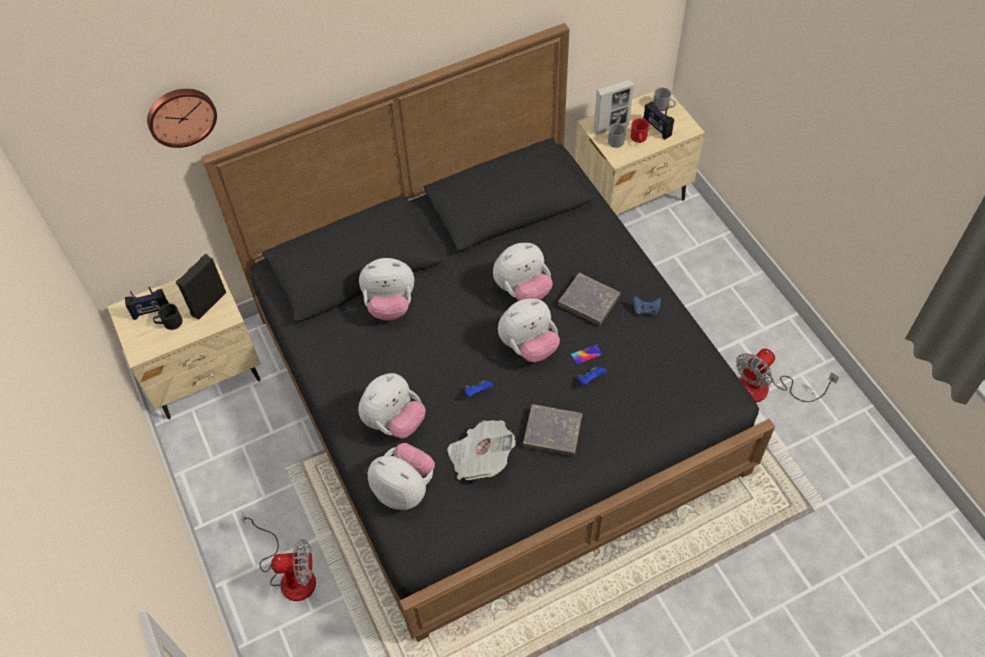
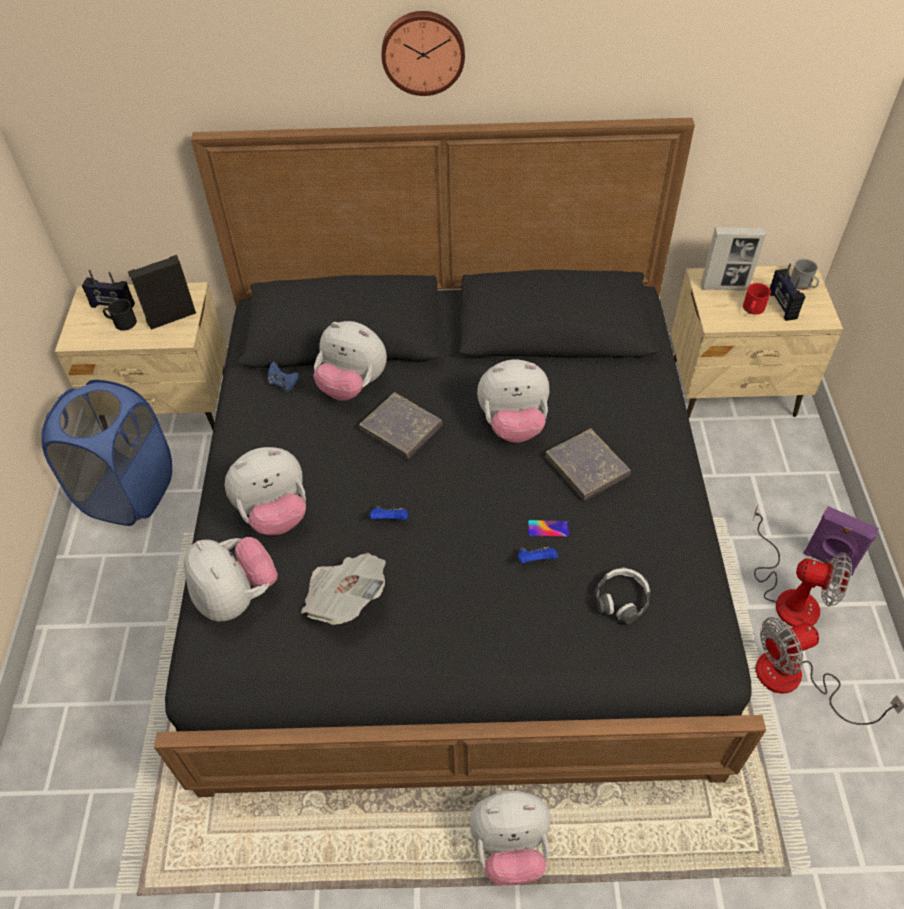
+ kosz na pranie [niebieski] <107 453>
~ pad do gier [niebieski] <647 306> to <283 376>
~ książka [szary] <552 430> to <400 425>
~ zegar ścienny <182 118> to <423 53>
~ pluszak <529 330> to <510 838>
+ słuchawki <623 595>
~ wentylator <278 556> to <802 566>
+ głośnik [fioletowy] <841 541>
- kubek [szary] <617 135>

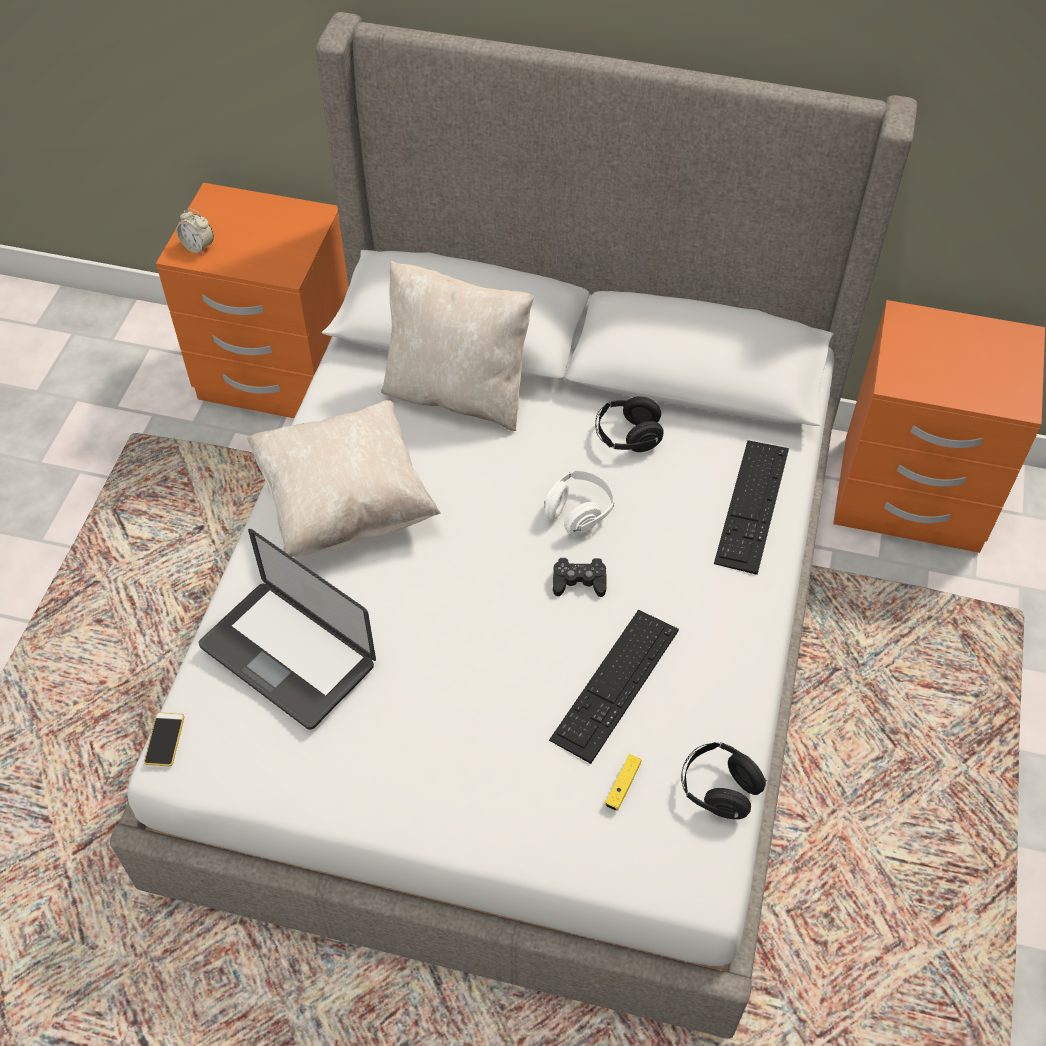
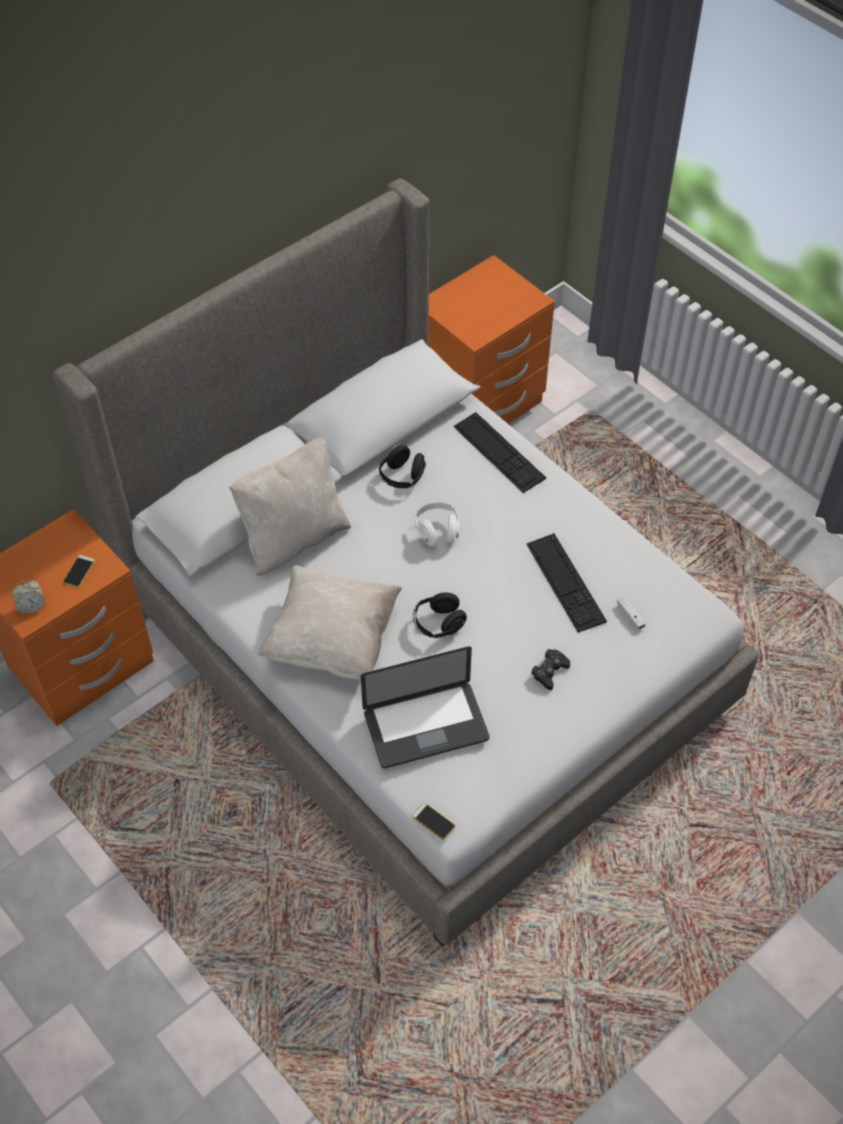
+ telefon <79 571>
~ słuchawki [czarny] <724 780> to <440 615>
~ pad do gier [czarny] <580 577> to <550 669>
~ pad do gier [żółty] <623 782> to pad do gier [biały] <631 613>

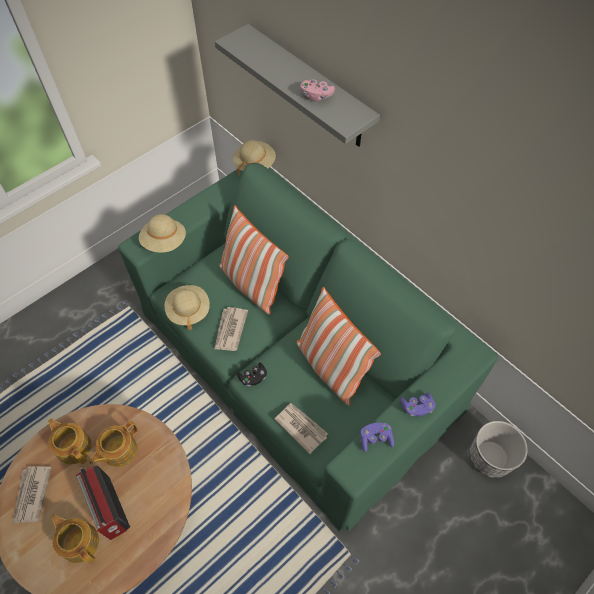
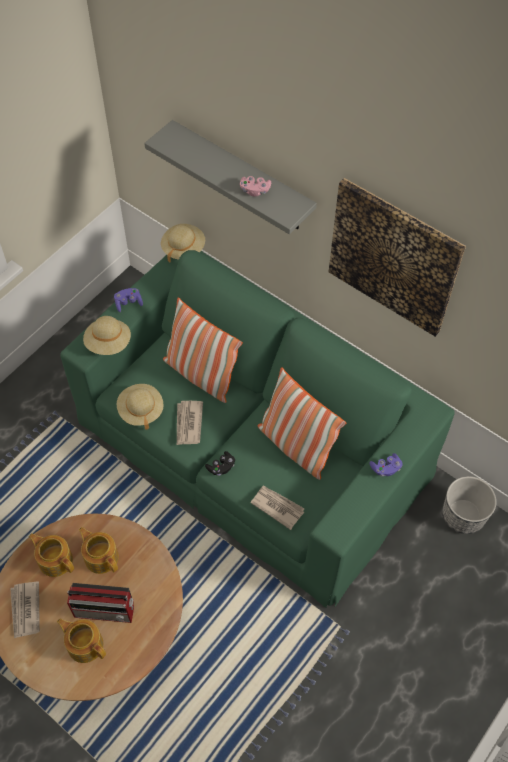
~ radio <103 502> = <100 603> 45 degrees counterclockwise
~ imbryk <113 444> = <99 550> 105 degrees clockwise
~ pad do gier [fioletowy] <377 437> to <128 300>
+ obraz <397 257>

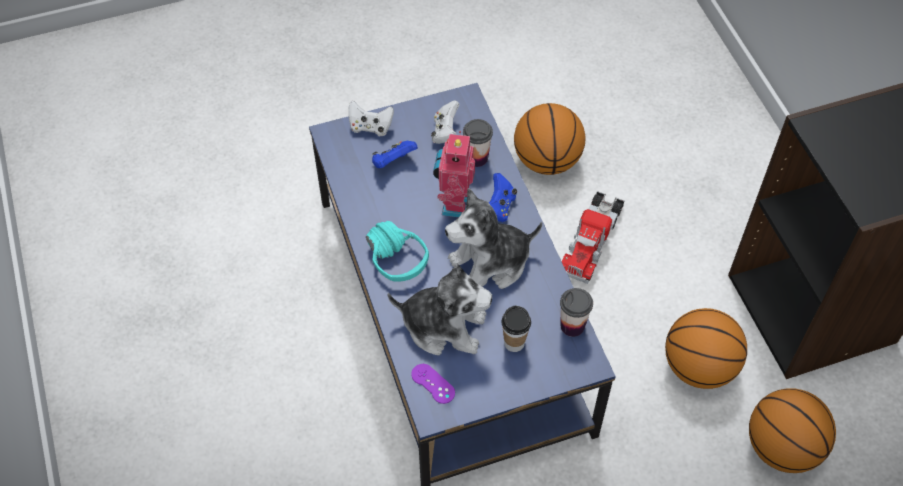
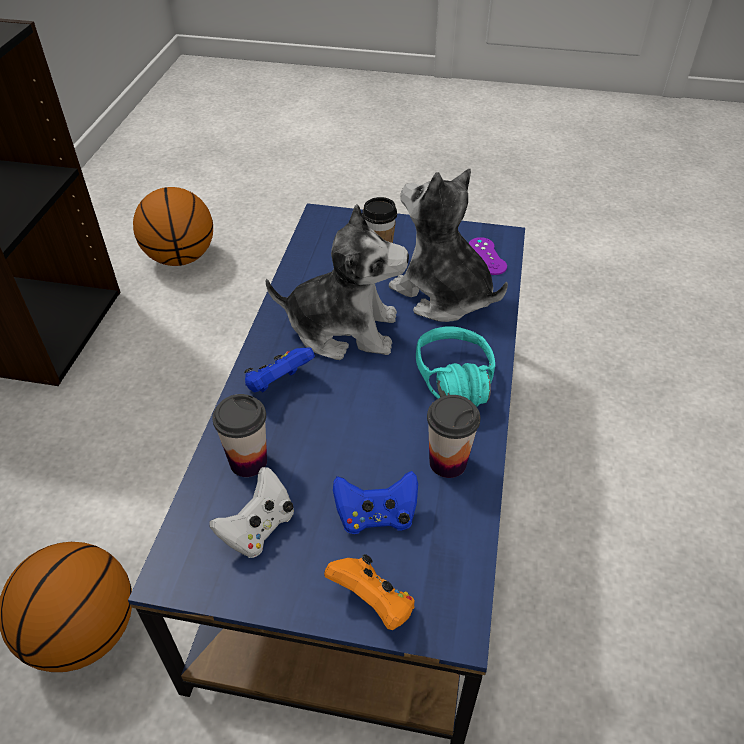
~ pad do gier [biały] <371 118> to pad do gier [pomarańczowy] <369 592>
~ filiżanka <576 312> to <453 436>
- robot zabawkowy <454 174>
- ciężarówka zabawkowa <593 237>
- piłka do koszykówki <706 348>

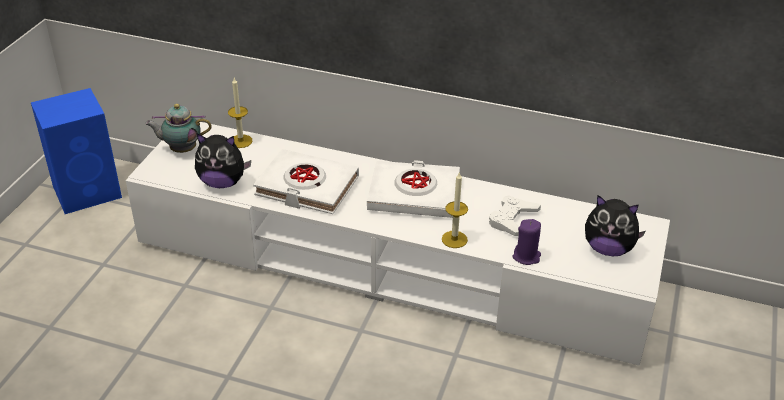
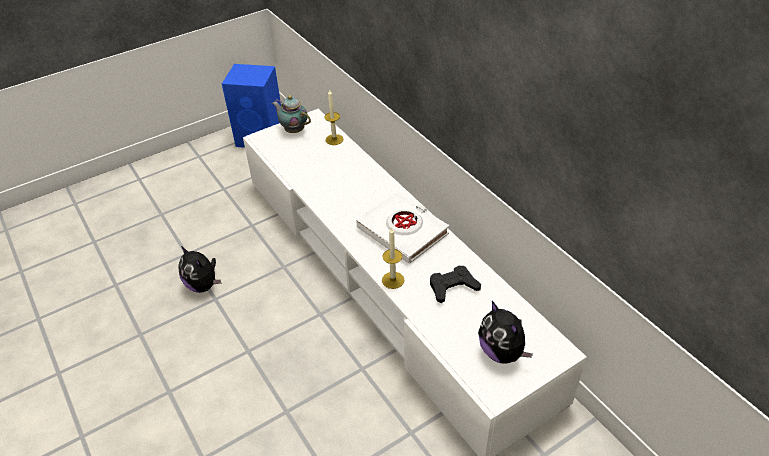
~ pluszak <223 160> to <200 269>
~ pad do gier [biały] <515 215> to pad do gier [czarny] <455 284>
- książka [biały] <306 181>
- świeca [fioletowy] <526 242>

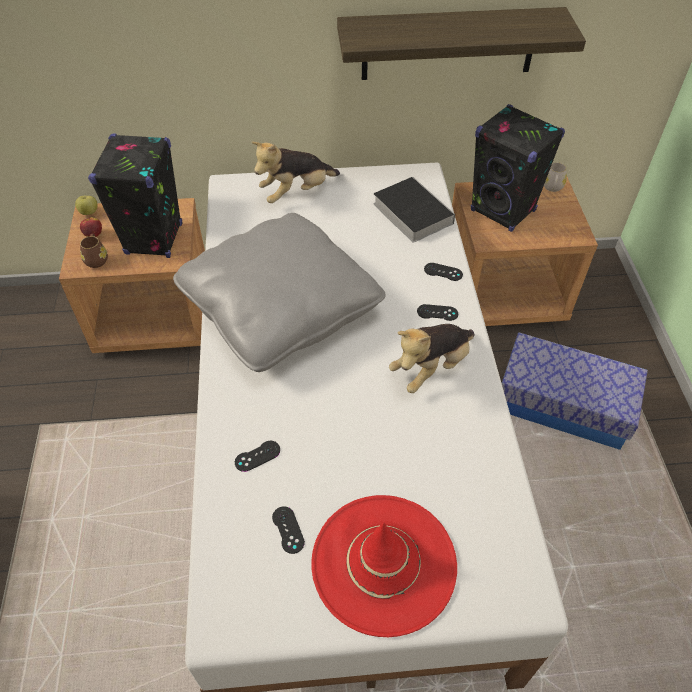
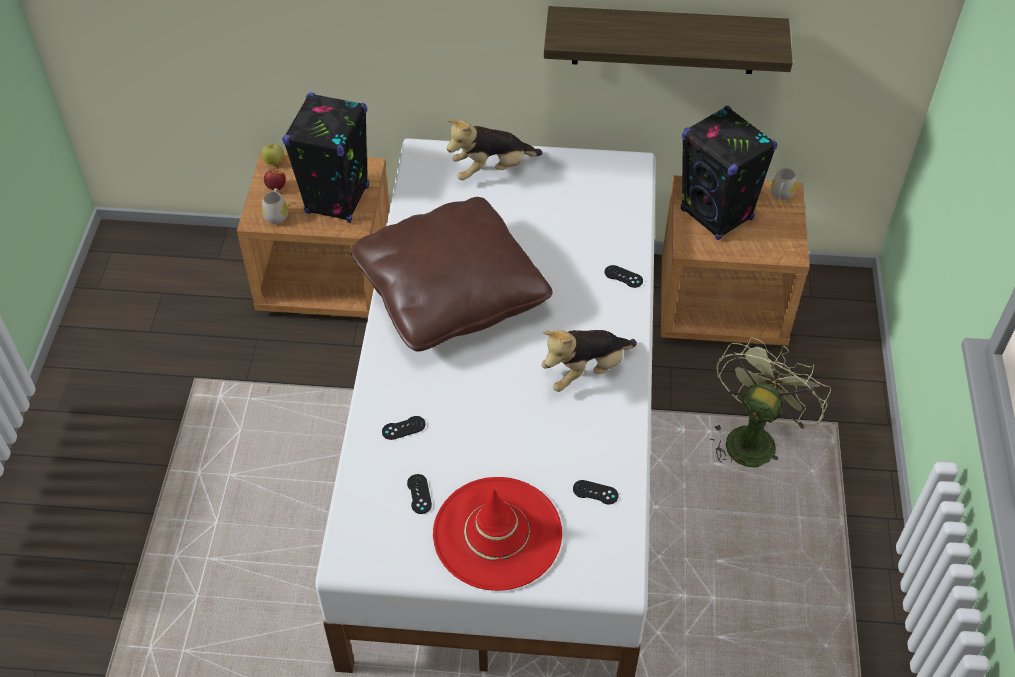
~ kubek [brązowy] <94 251> to kubek [biały] <275 206>
~ poduszka [szary] <279 292> to poduszka [brązowy] <451 274>
~ pad do gier [czarny] <437 312> to <596 492>
~ pojemnik do przechowywania <575 391> to wentylator [zielony] <770 402>
- książka <414 210>

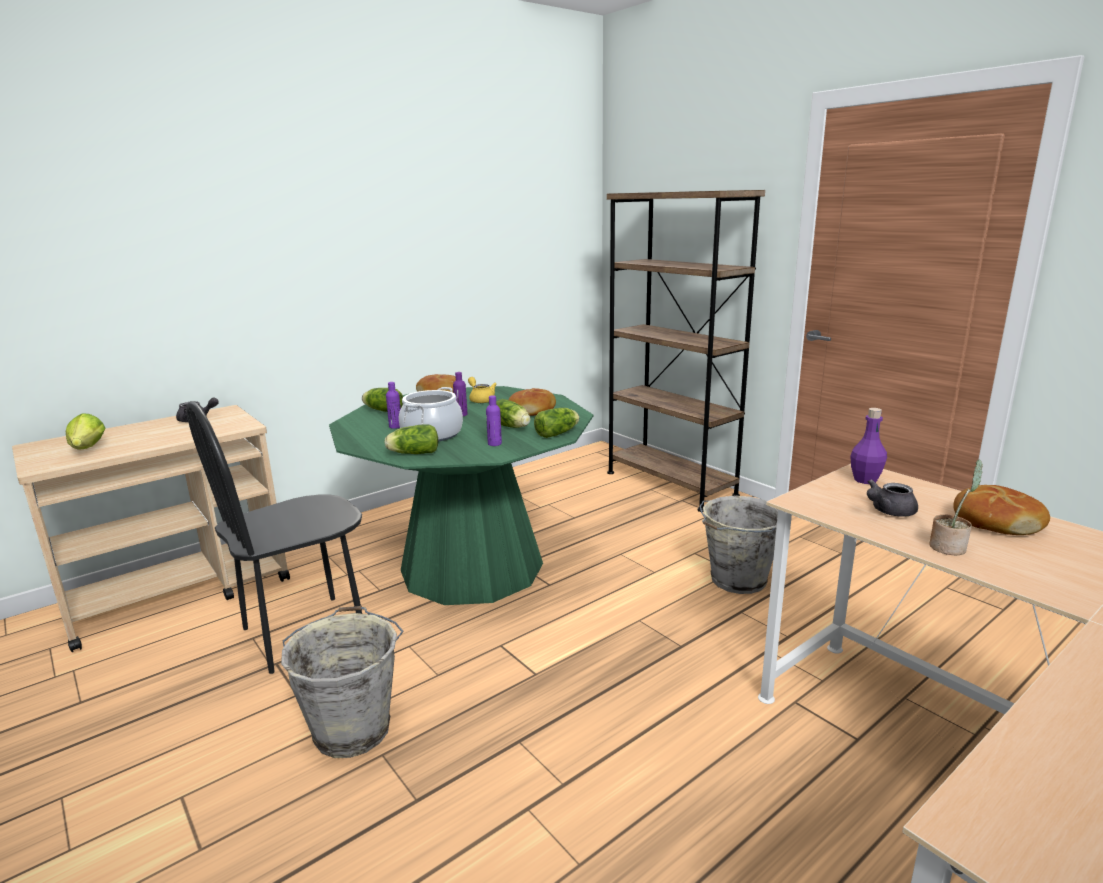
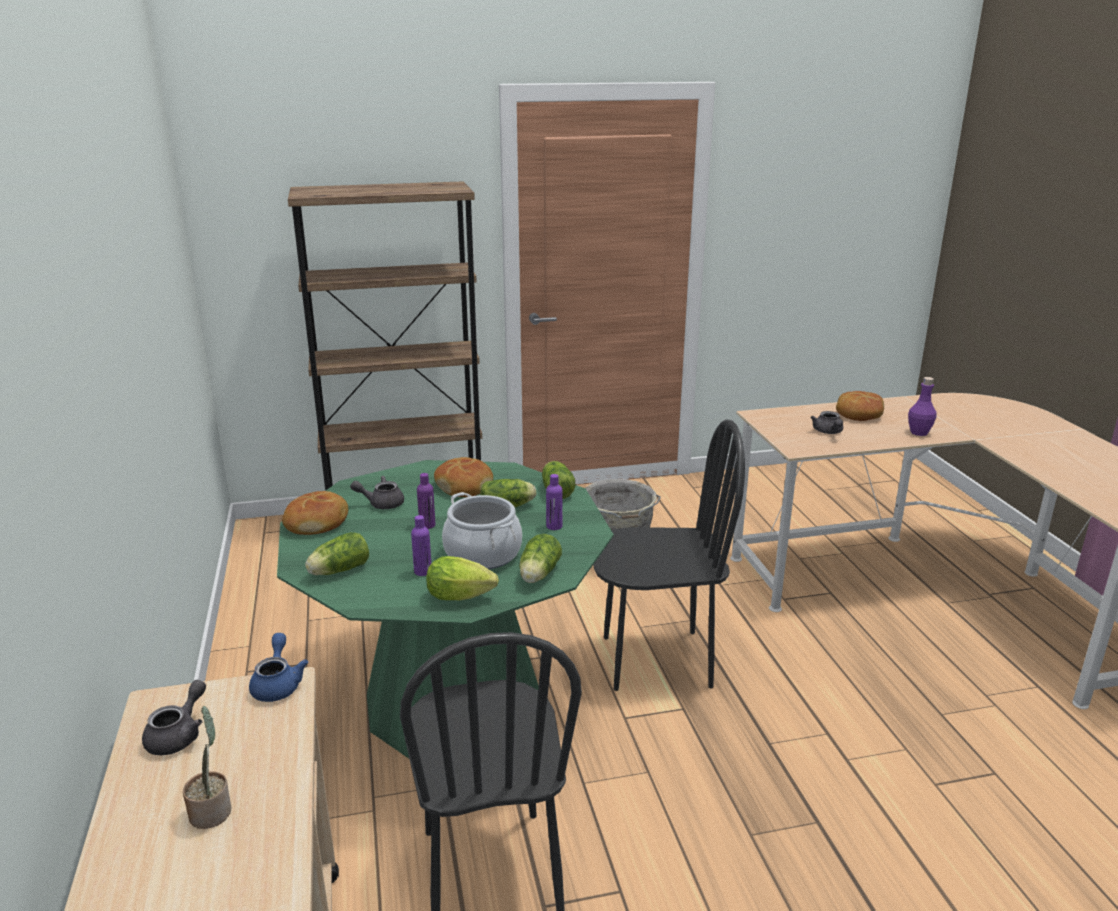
~ roślina doniczkowa <956 507> to <207 767>
+ imbryk [niebieski] <278 667>
~ imbryk [żółty] <482 390> to imbryk [szary] <377 492>
~ sałata <85 431> to <462 578>
+ krzesło [czarny] <669 555>
~ butelka [fioletowy] <868 446> to <922 406>
- wiadro [szary] <342 682>

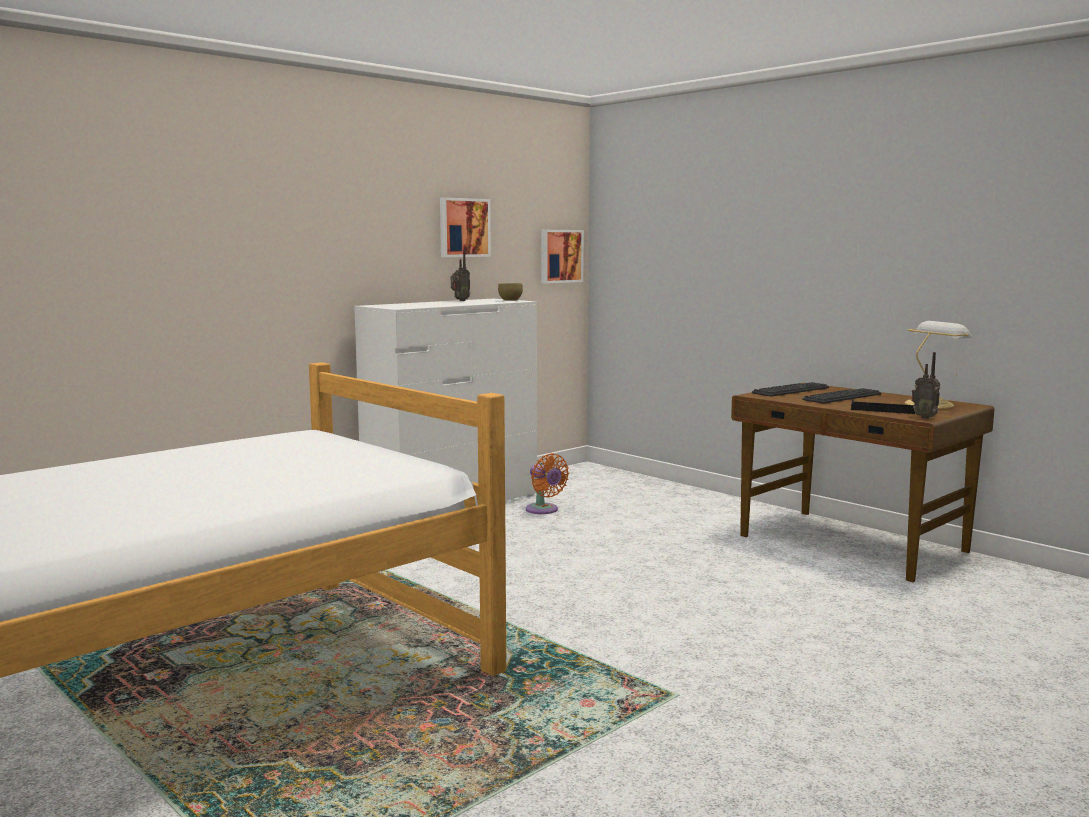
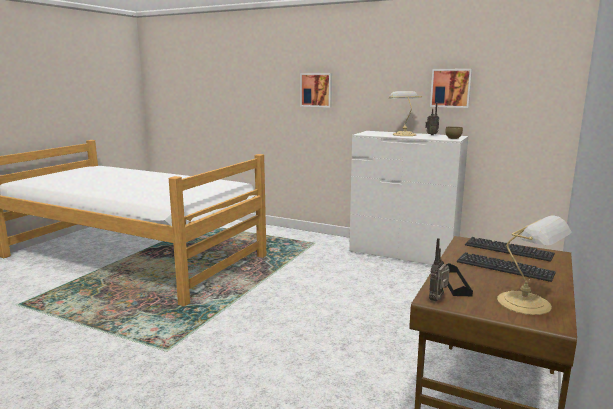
~ obraz <562 257> to <316 90>
+ lampa stołowa <405 113>
- wentylator [pomarańczowy] <547 483>

